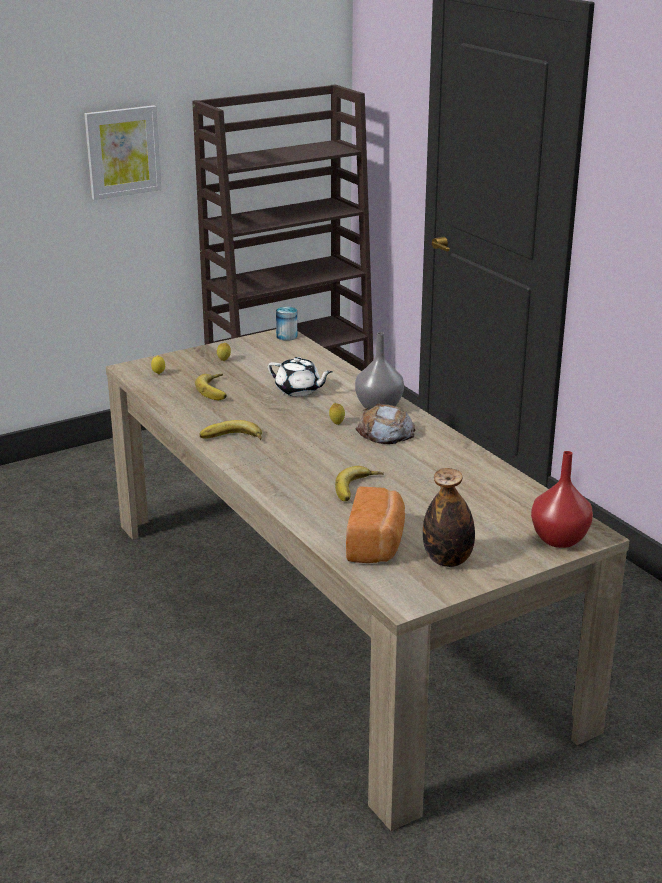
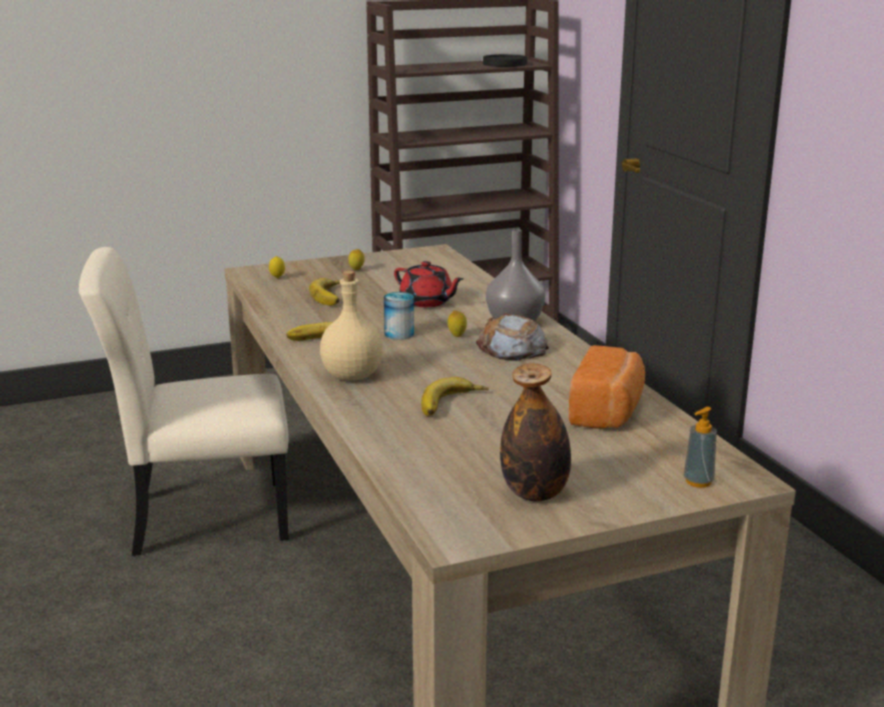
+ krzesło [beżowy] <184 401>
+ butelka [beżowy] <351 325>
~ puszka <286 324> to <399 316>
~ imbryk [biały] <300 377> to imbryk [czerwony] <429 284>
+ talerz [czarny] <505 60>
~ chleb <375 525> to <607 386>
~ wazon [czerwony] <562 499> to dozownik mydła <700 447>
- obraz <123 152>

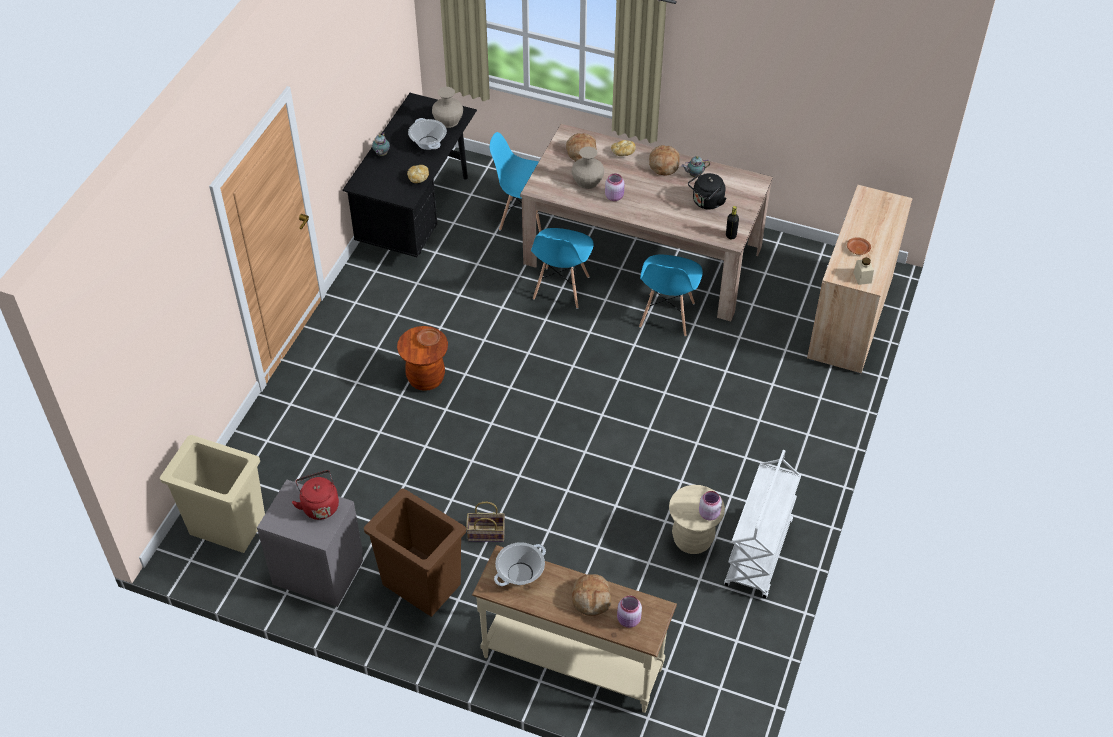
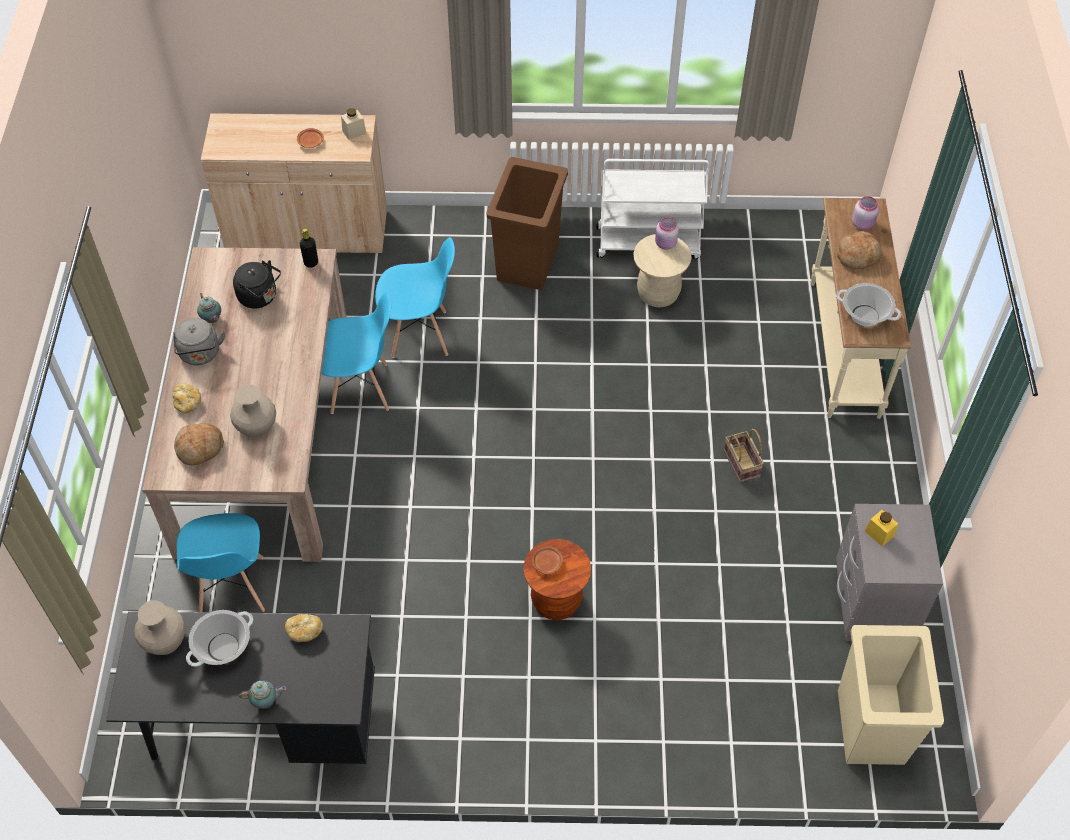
~ chleb <664 160> to czajnik [szary] <199 341>
~ krzesło [niebieski] <562 268> to <415 297>
~ kosz na śmieci [brązowy] <415 553> to <527 223>
~ czajnik [czerwony] <315 495> to słoik [żółty] <881 528>
- słoik [różowy] <614 187>

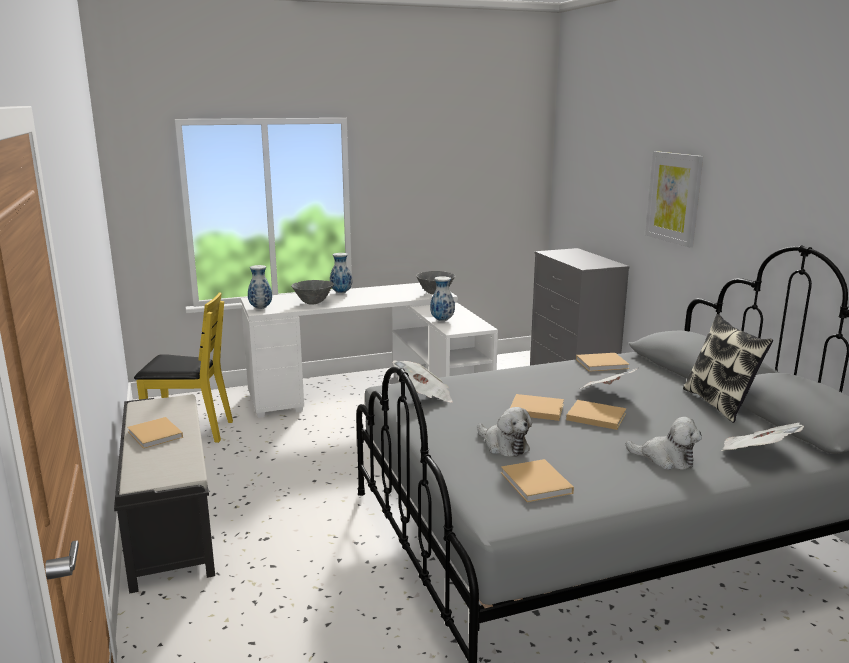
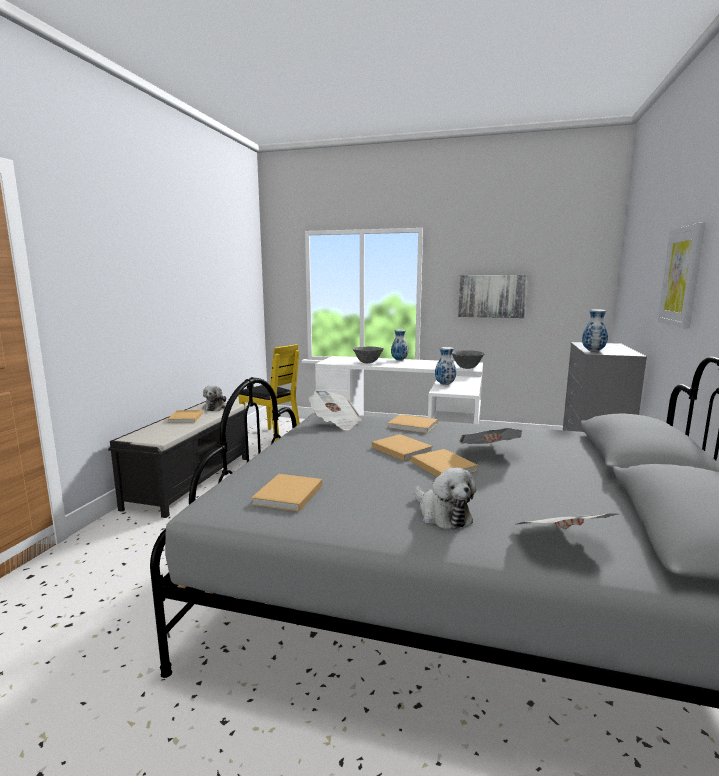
~ pluszak <504 432> to <214 398>
~ książka [beżowy] <603 362> to <413 424>
+ obraz <493 296>
~ wazon <260 287> to <595 330>
- poduszka <728 368>

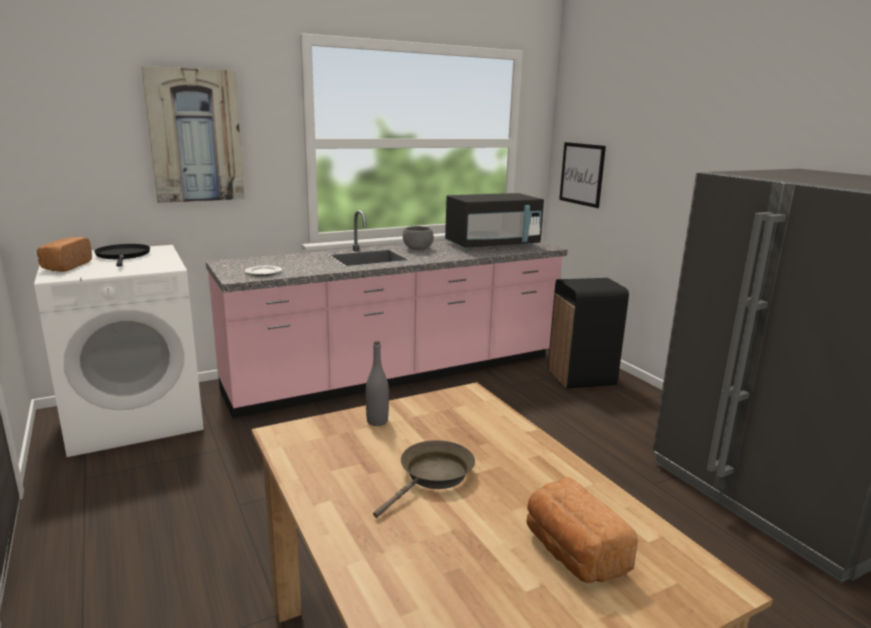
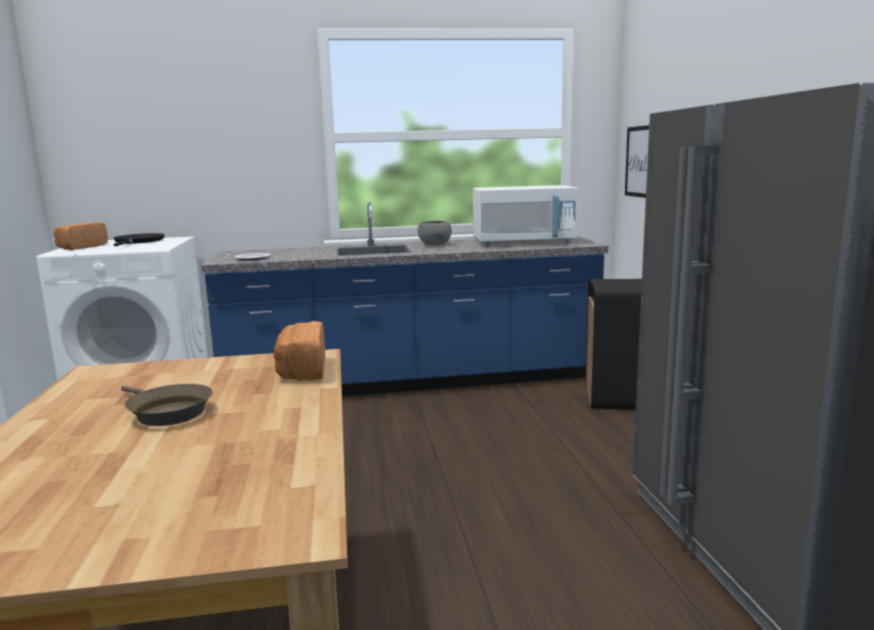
~ patelnia [brązowy] <424 479> = <167 405> 75 degrees clockwise
~ zabudowa kuchenna [różowy] <386 314> to zabudowa kuchenna [niebieski] <404 299>
~ chleb <582 530> to <299 351>
~ mikrofalówka [czarny] <494 221> to mikrofalówka [biały] <525 215>
- obraz <193 134>
- butelka [szary] <377 383>

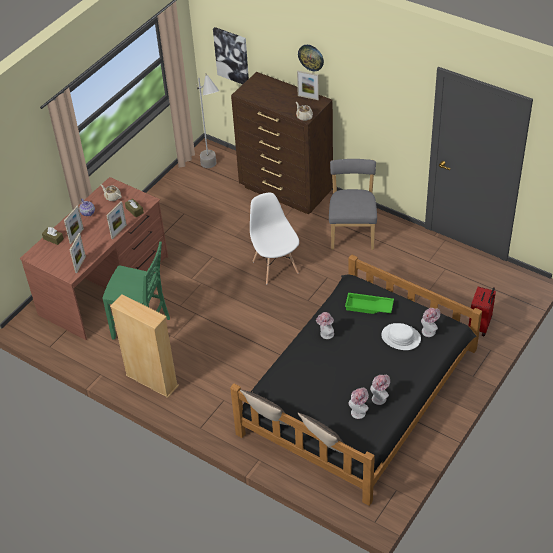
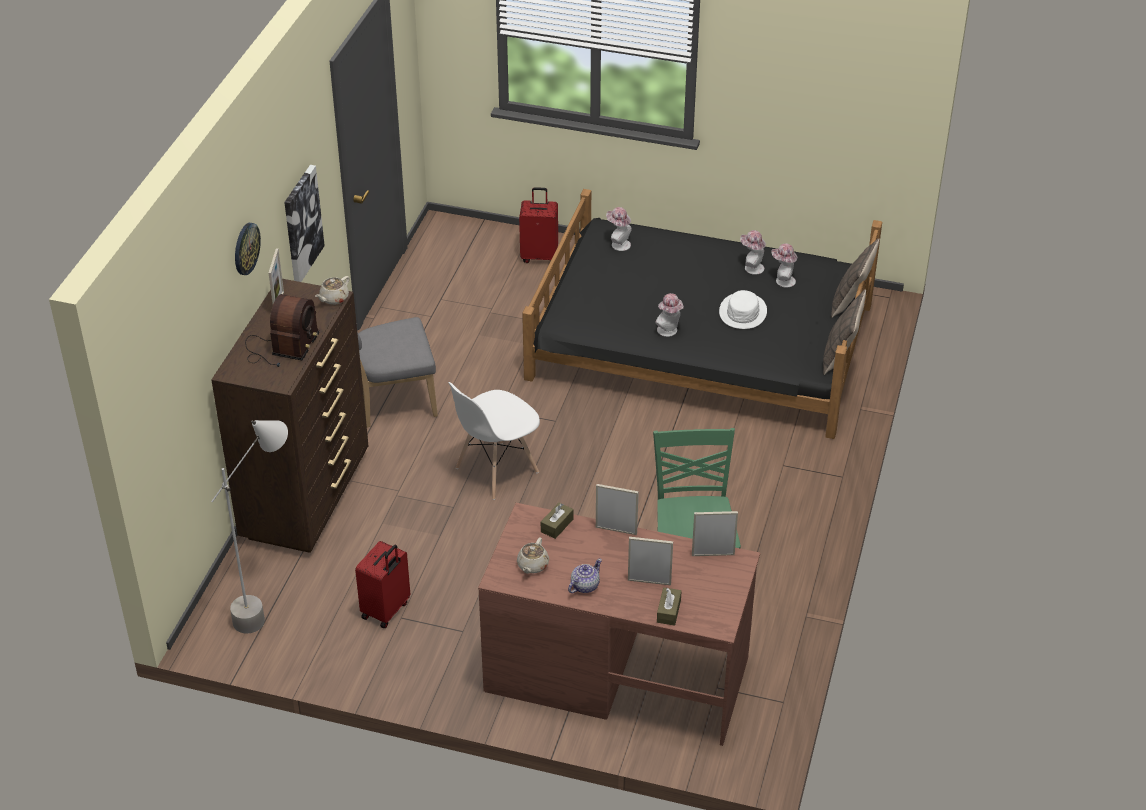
+ radio <282 330>
~ obraz <231 55> to <304 223>
+ walizka [czerwony] <382 584>
~ kapelusz [biały] <401 336> to <743 309>
- regał [beżowy] <144 346>
- taca [zielony] <369 303>

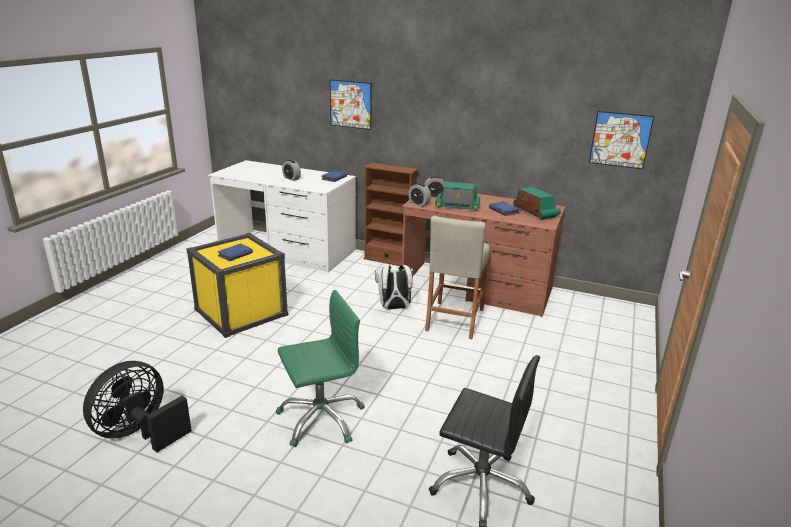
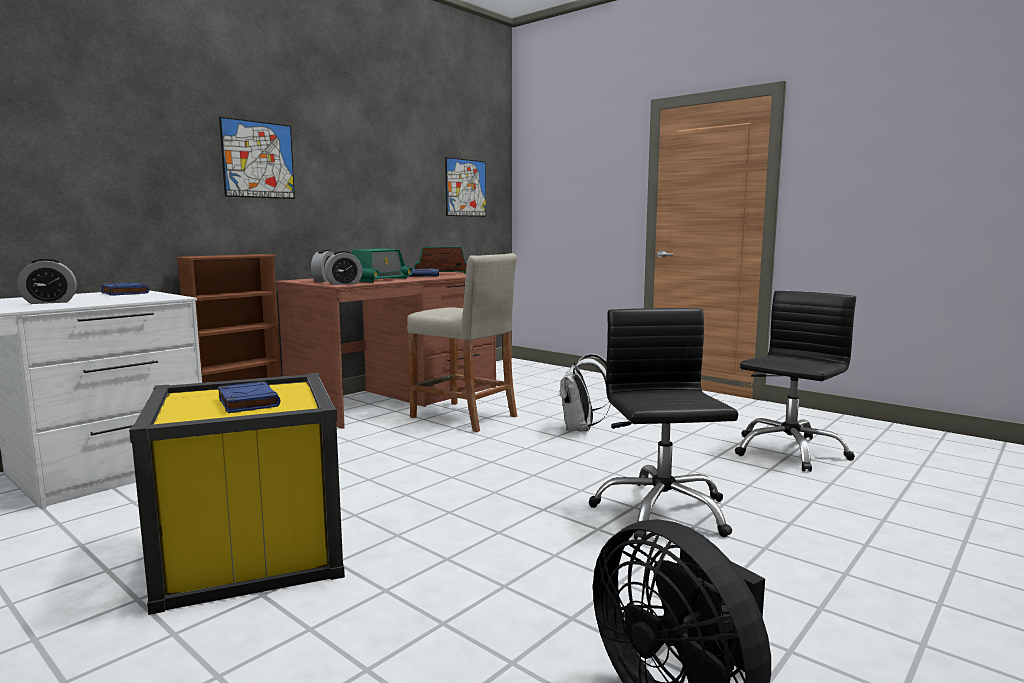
~ obraz <351 104> to <257 158>
~ plecak [biały] <394 287> to <584 393>
~ krzesło biurowe [zielony] <320 368> to krzesło biurowe [czarny] <663 423>

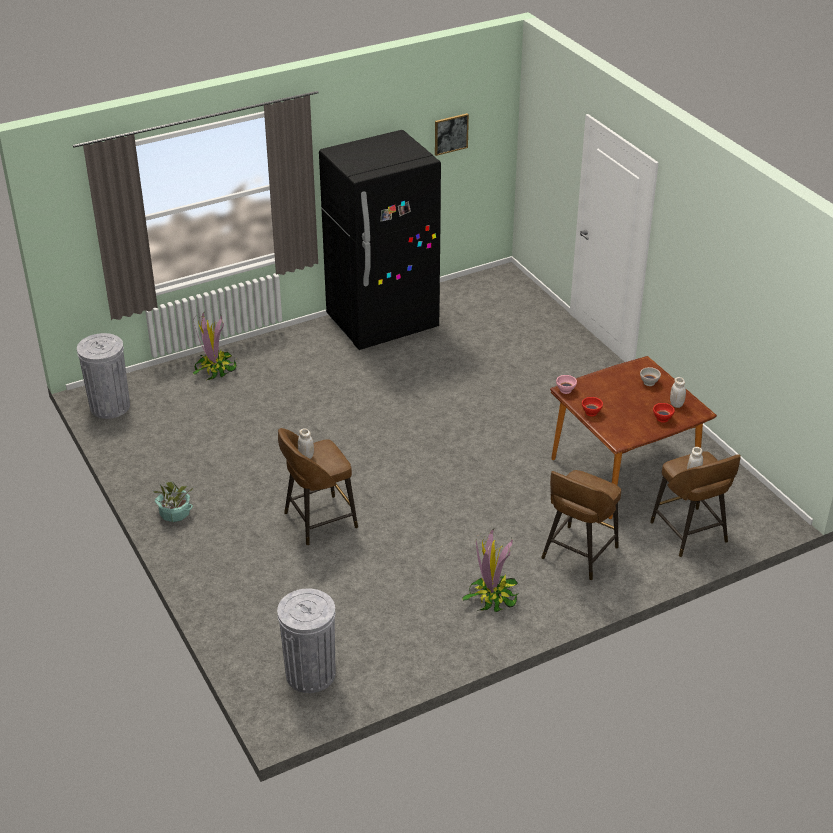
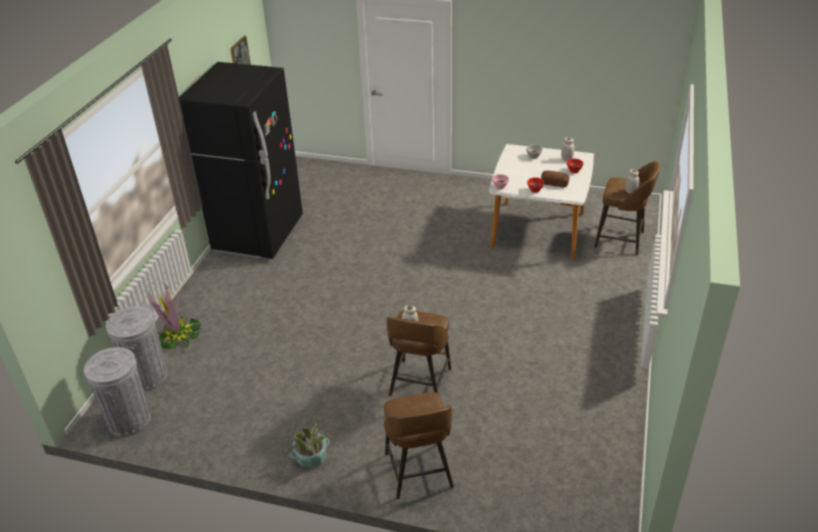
~ kosz na śmieci [szary] <306 640> to <137 348>
~ stołek [brązowy] <581 525> to <419 445>
~ stół jadalny [brązowy] <633 437> to stół jadalny [biały] <541 202>
+ chleb <555 179>
- roślina doniczkowa <491 570>

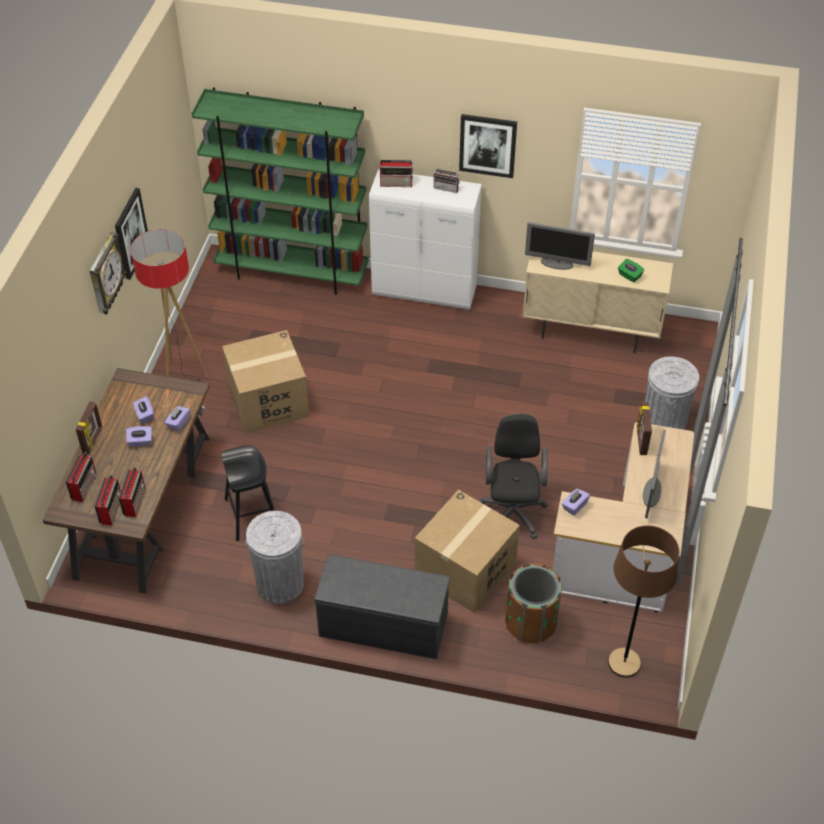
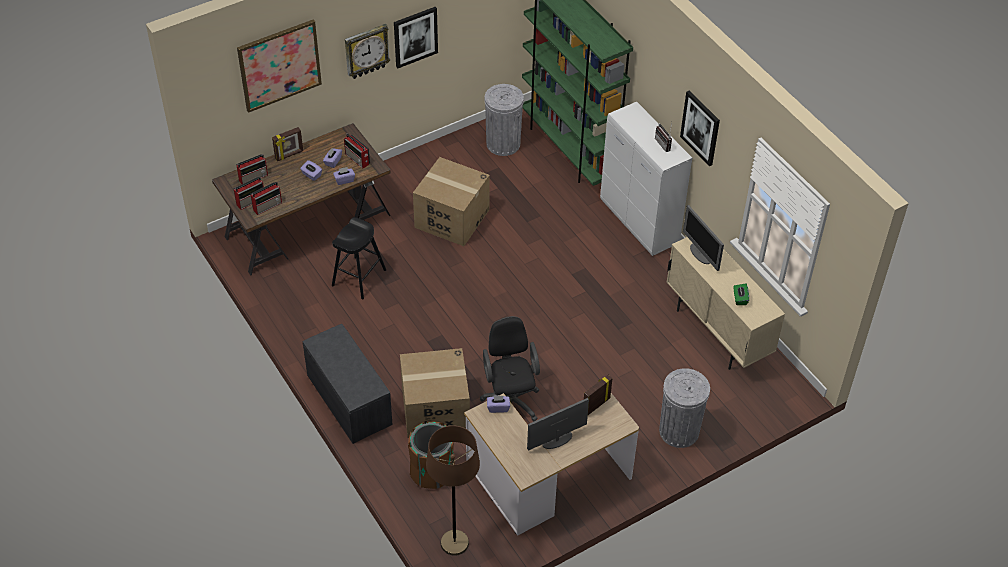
+ obraz <279 66>
~ radio <397 173> to <357 151>
~ krzesło biurowe [czarny] <513 476> = <510 368> 60 degrees counterclockwise
~ kosz na śmieci [szary] <275 557> to <504 120>
- lampa stojąca <168 305>

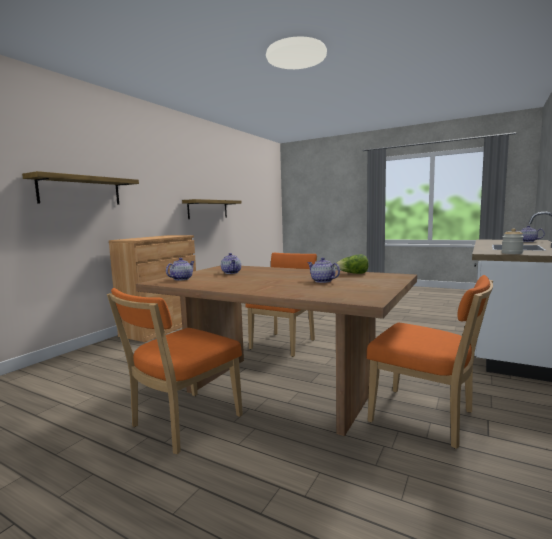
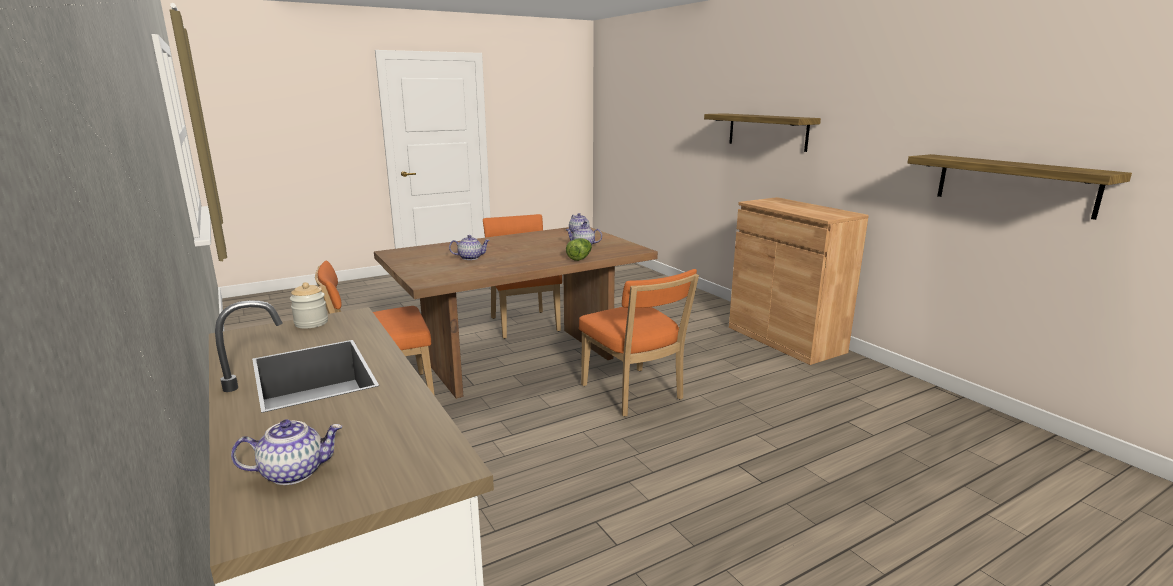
~ sałata <351 264> to <579 249>

